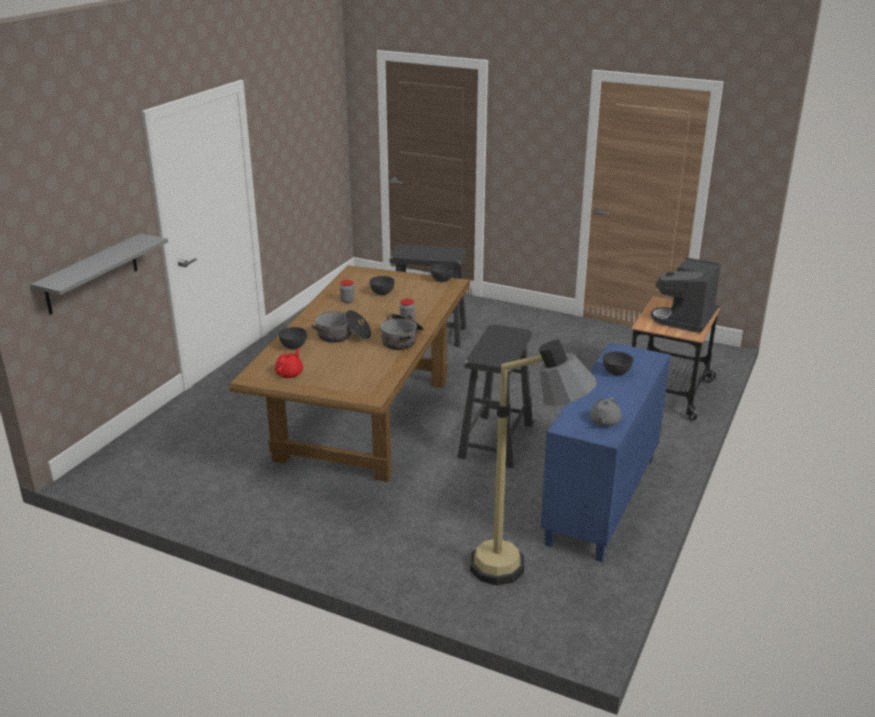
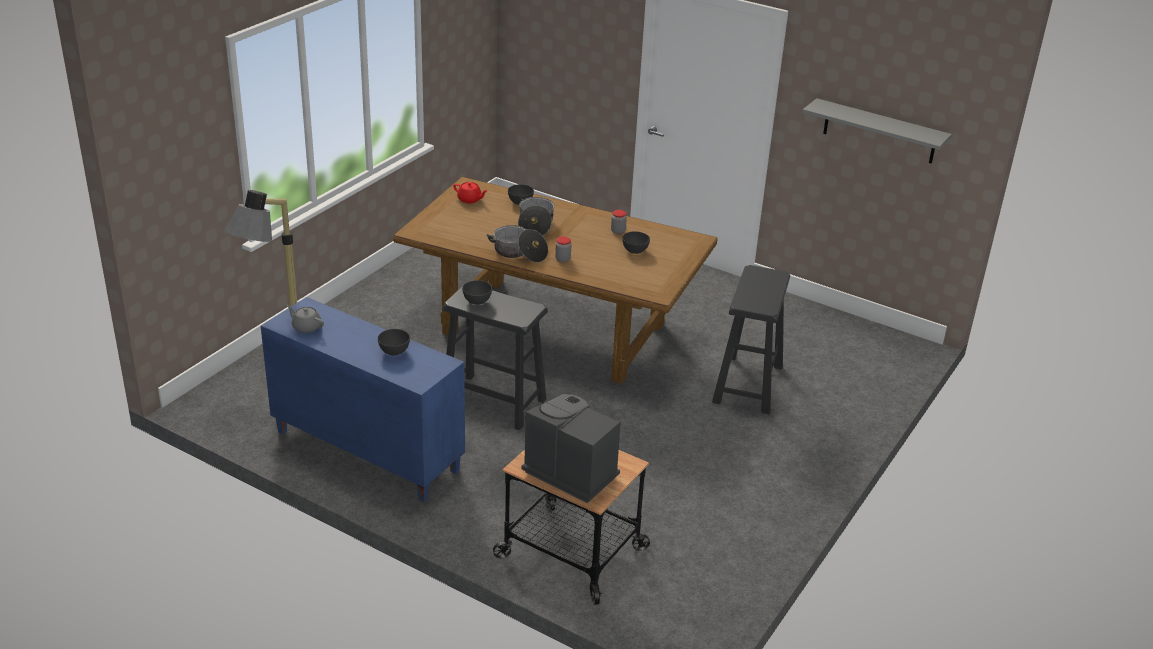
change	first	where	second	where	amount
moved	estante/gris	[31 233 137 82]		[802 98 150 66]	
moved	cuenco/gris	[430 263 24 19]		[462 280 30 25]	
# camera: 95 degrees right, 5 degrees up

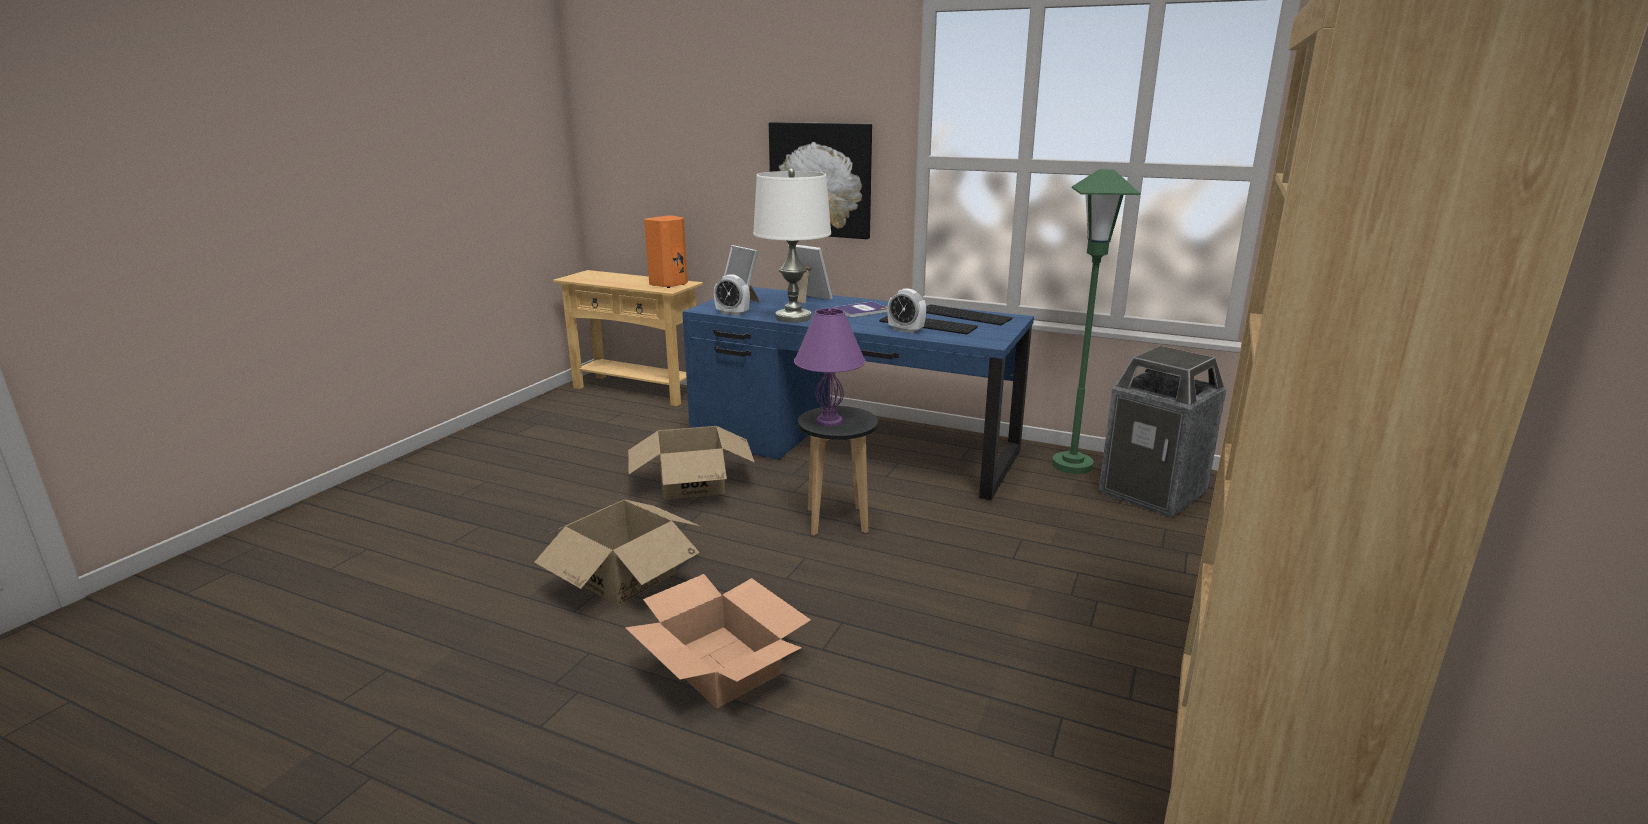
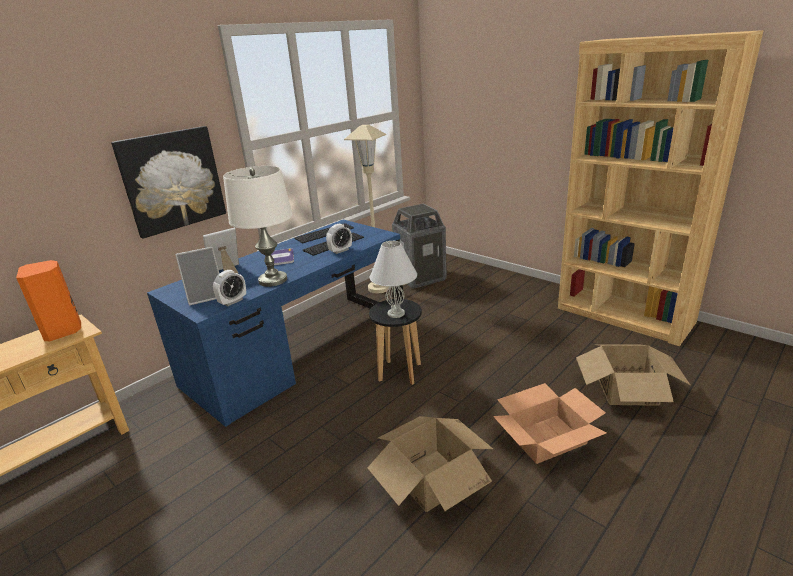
change	first	where	second	where	amount
recoloured	lámpara de pie/verde	[1052 169 88 305]	lámpara de pie/beis	[344 125 46 168]	
recoloured	lámpara de mesa/morado	[794 308 71 118]	lámpara de mesa/blanco	[370 241 47 77]	
moved	caja de cartón	[628 426 127 74]		[576 344 114 62]	
# camera: 70 degrees left, 5 degrees up

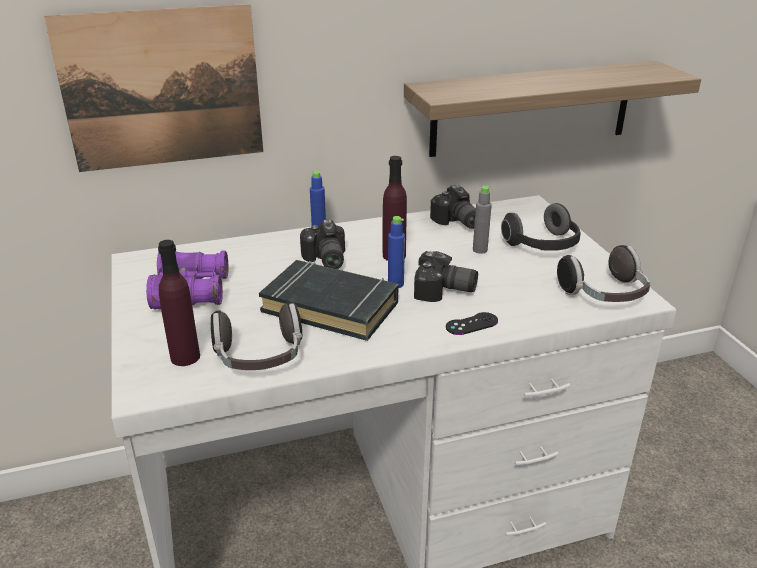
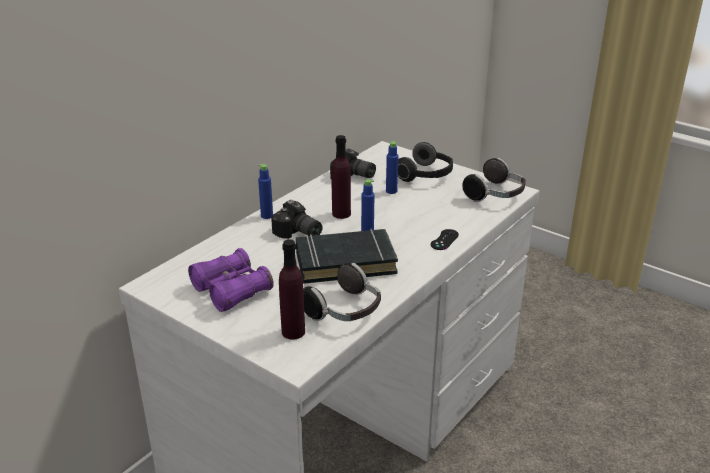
change	first	where	second	where	amount
removed	cuadro	[44 4 219 168]			
removed	estante	[404 61 297 96]			
recoloured	botella/gris	[473 185 19 69]	botella/azul	[386 141 13 53]	
removed	cámara	[414 251 64 51]			
# camera: 35 degrees left, 0 degrees up

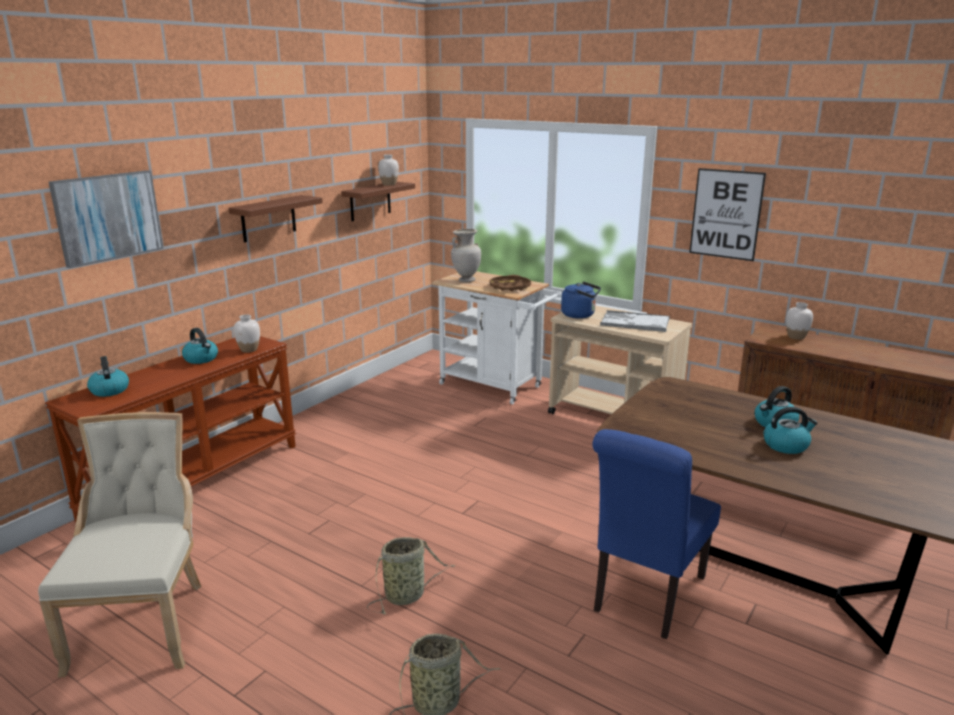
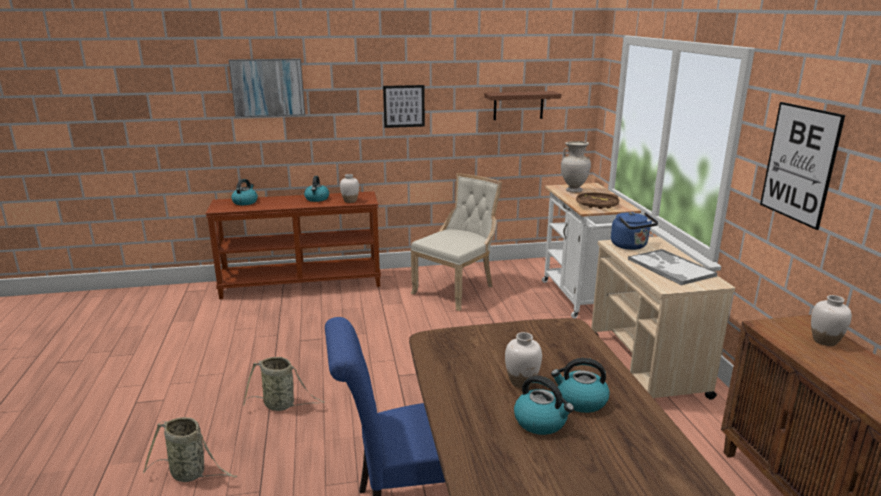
change	first	where	second	where	amount
moved	florero/blanco	[378 154 21 32]		[505 332 37 56]	
replaced	estante/marrón	[228 195 95 47]	cuadro	[383 85 42 43]	
moved	silla/beis	[38 412 163 266]		[411 173 91 138]	
# camera: 45 degrees right, 0 degrees up

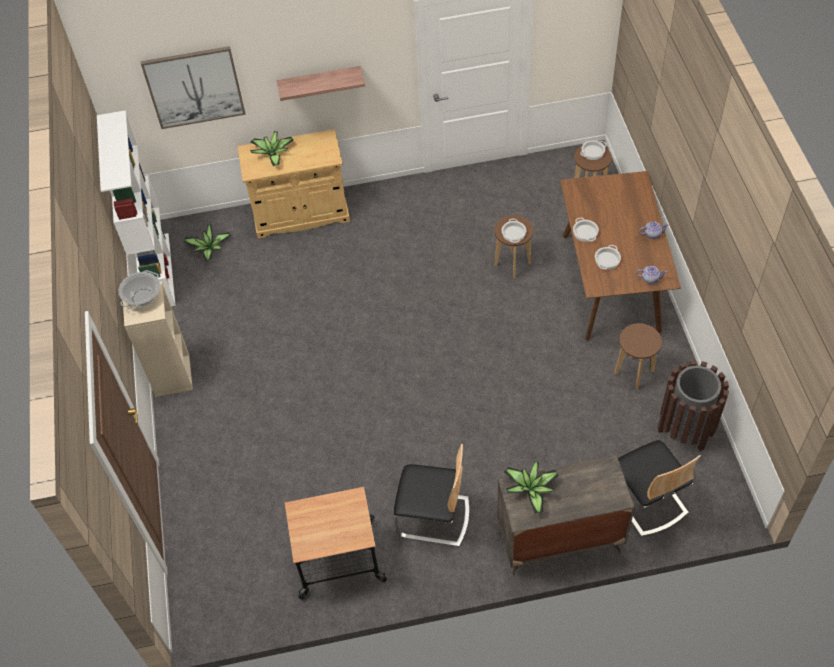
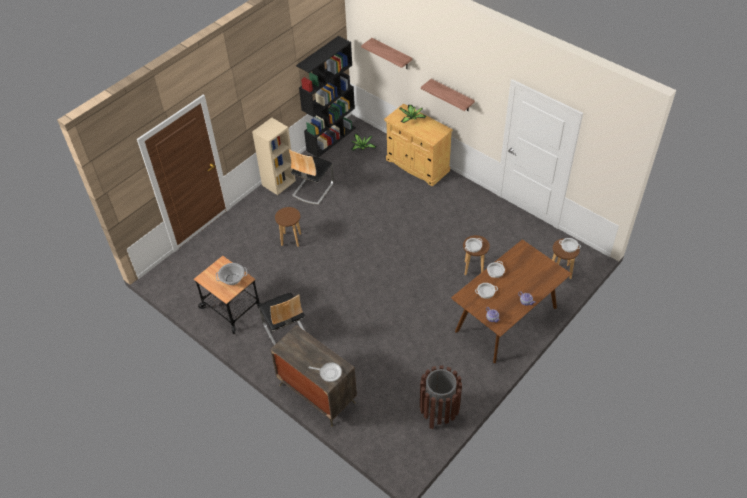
change	first	where	second	where	amount
replaced	cuadro	[141 46 104 83]	estante	[361 38 52 31]	
recoloured	estantería/blanco	[97 110 79 196]	estantería/negro	[296 36 60 122]	
moved	olla	[118 270 42 40]		[216 263 31 22]	
moved	taburete/marrón	[614 323 48 66]		[275 207 26 40]	
moved	silla	[618 440 83 97]		[288 149 46 56]	
removed	planta en maceta	[504 461 55 53]			
added			sartén	[308 362 34 20]	
# camera: 50 degrees right, 5 degrees down

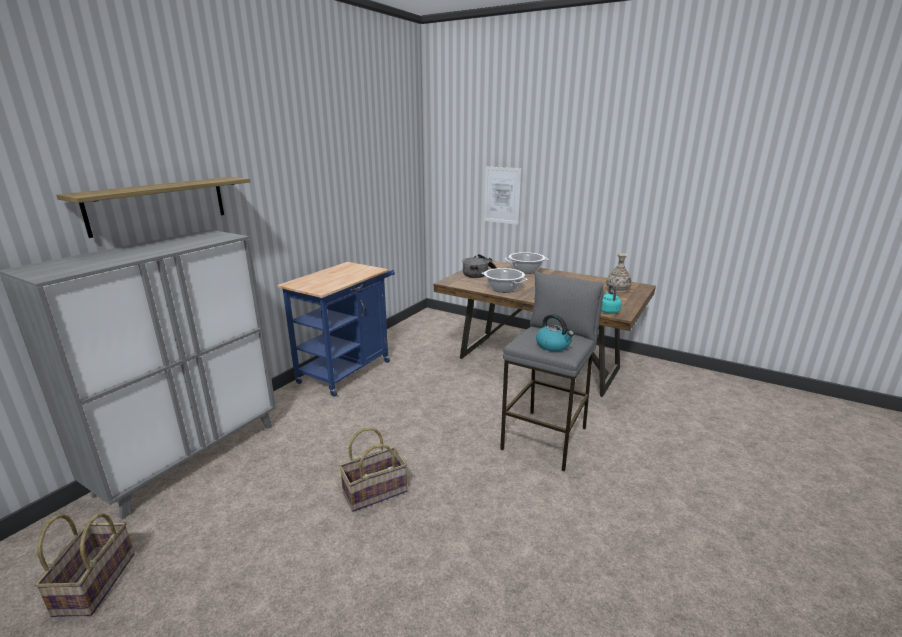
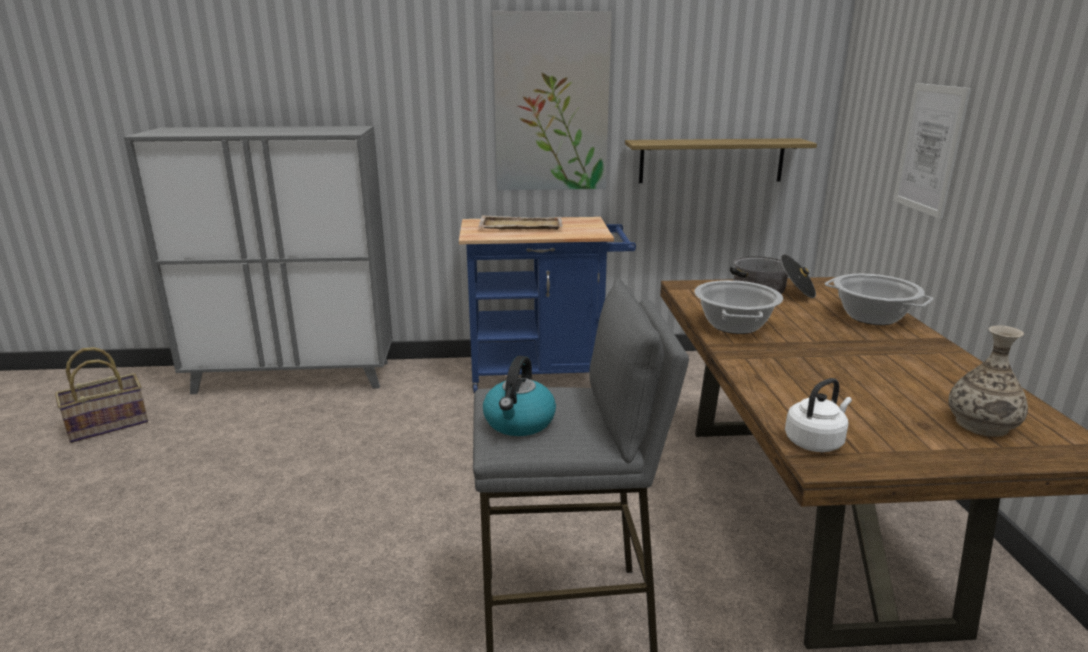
change	first	where	second	where	amount
moved	estante	[56 177 195 61]		[625 138 192 45]	
recoloured	hervidor/turquesa	[601 285 21 29]	hervidor/blanco	[785 378 67 74]	
removed	cesta	[339 427 68 85]			
added			cuadro	[493 11 119 179]	
added			bandeja/beis	[478 215 85 15]	
# camera: 55 degrees right, 0 degrees up

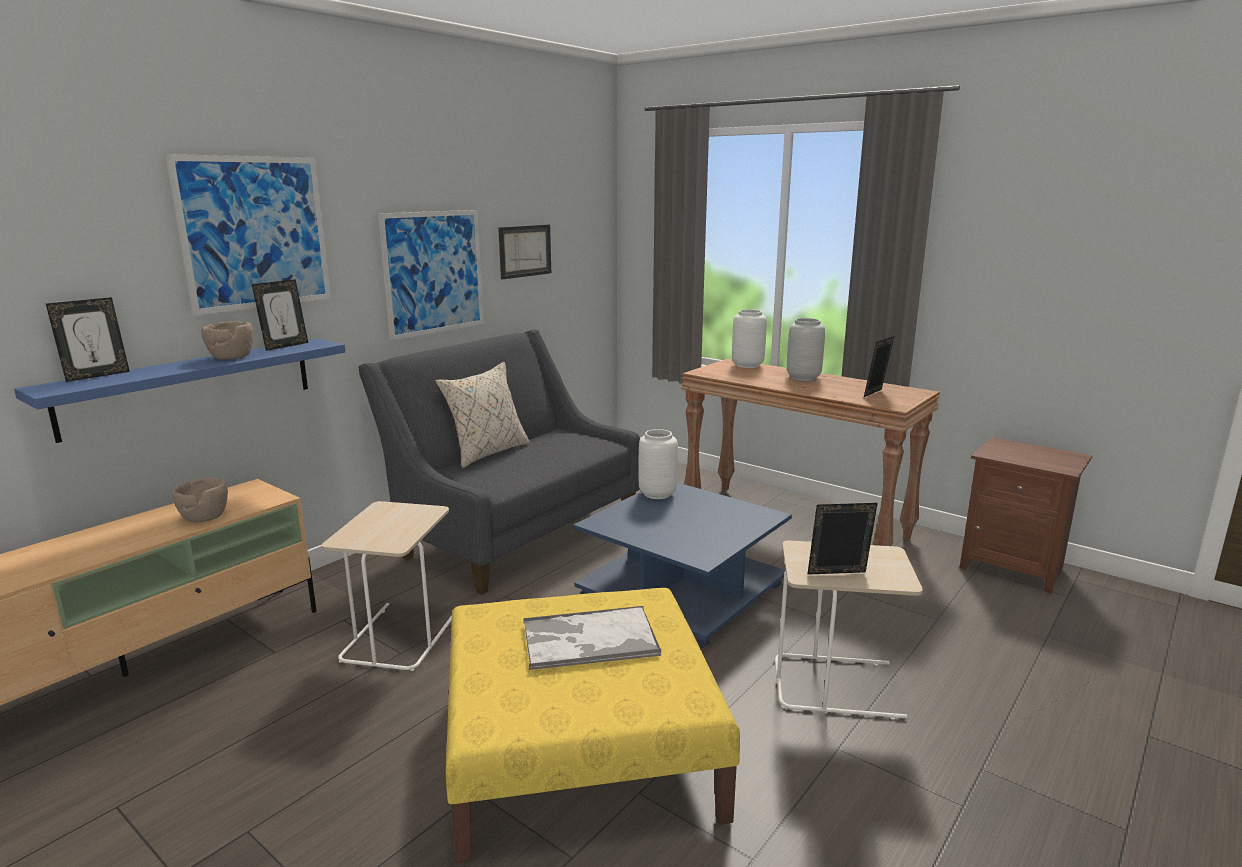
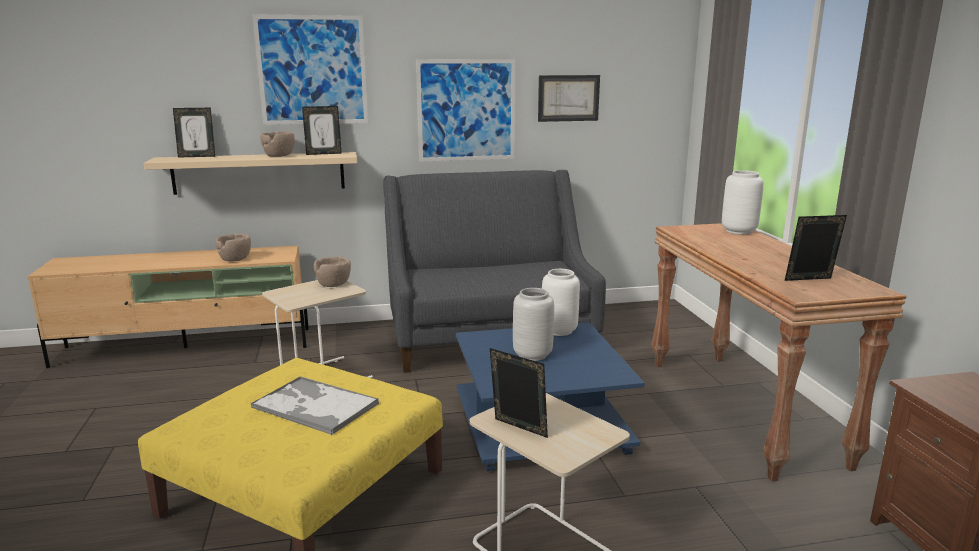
change	first	where	second	where	amount
moved	florero/gris	[787 318 38 63]		[513 288 41 73]	
recoloured	estante/azul	[14 339 331 104]	estante/beis	[143 152 214 43]	
removed	cojín/beis	[435 362 95 106]			
added			cuenco/marrón	[314 256 37 31]	
# camera: 40 degrees right, 0 degrees up

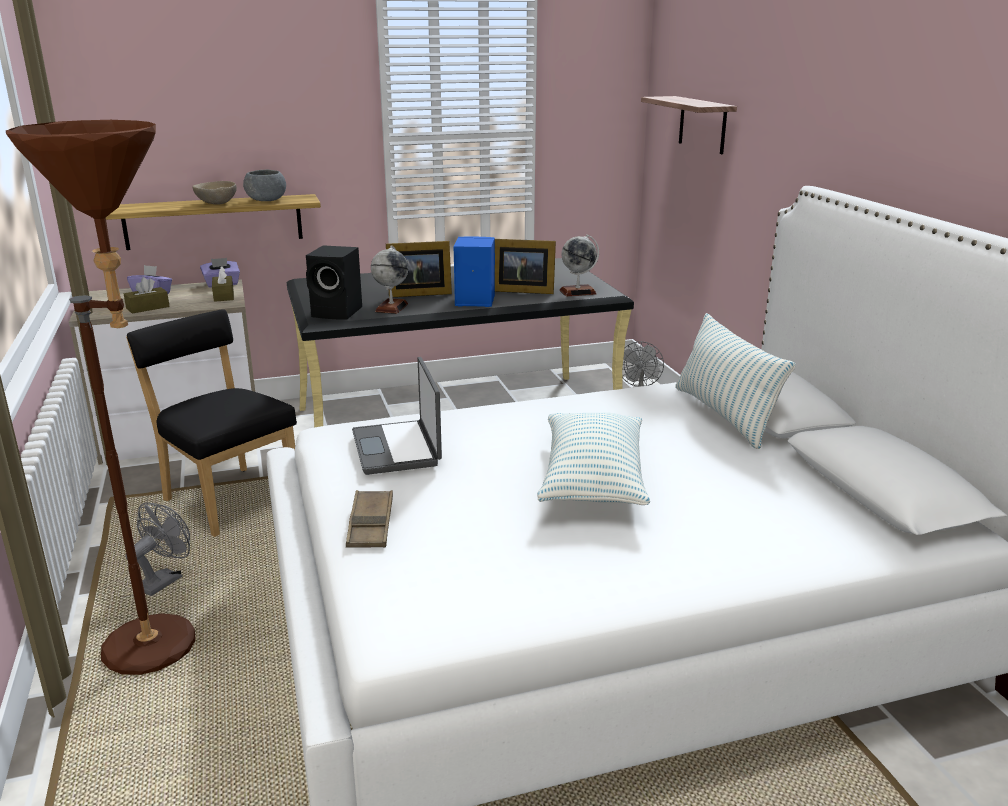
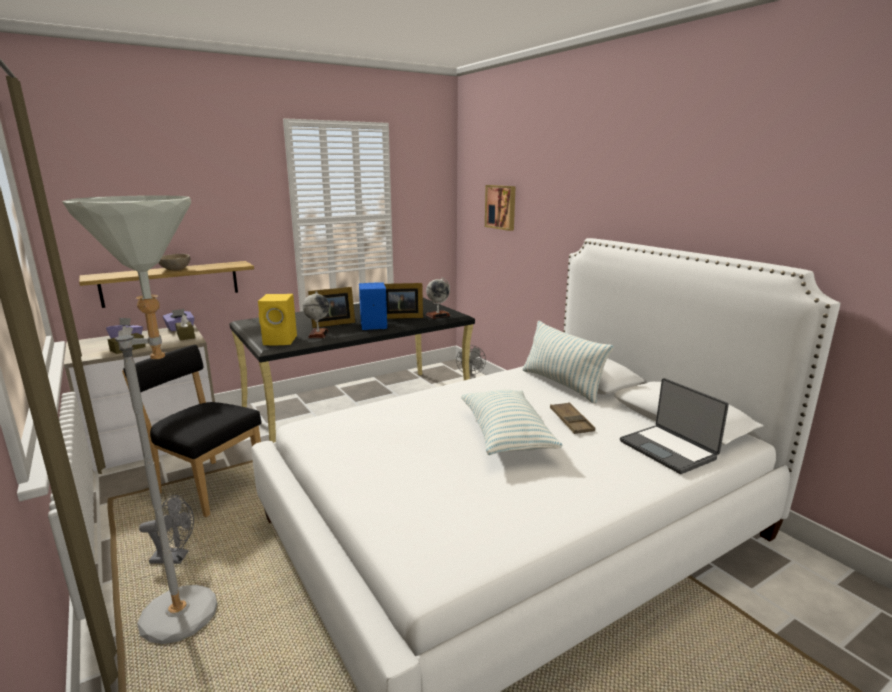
change	first	where	second	where	amount
replaced	estante	[641 96 96 58]	cuadro	[485 185 31 46]	
recoloured	lámpara de pie/marrón	[6 120 189 555]	lámpara de pie/gris	[62 195 155 449]	
removed	cuenco/gris	[243 170 43 31]			
recoloured	altavoz/negro	[306 245 56 74]	altavoz/amarillo	[258 294 39 51]	
moved	portátil	[352 357 90 118]		[620 378 109 96]	
moved	bandeja/marrón	[346 490 47 58]		[550 402 45 32]	
turned	ventilador/gris	[125 502 65 94]		[139 495 55 69]	75 degrees clockwise
# camera: 15 degrees left, 5 degrees down

